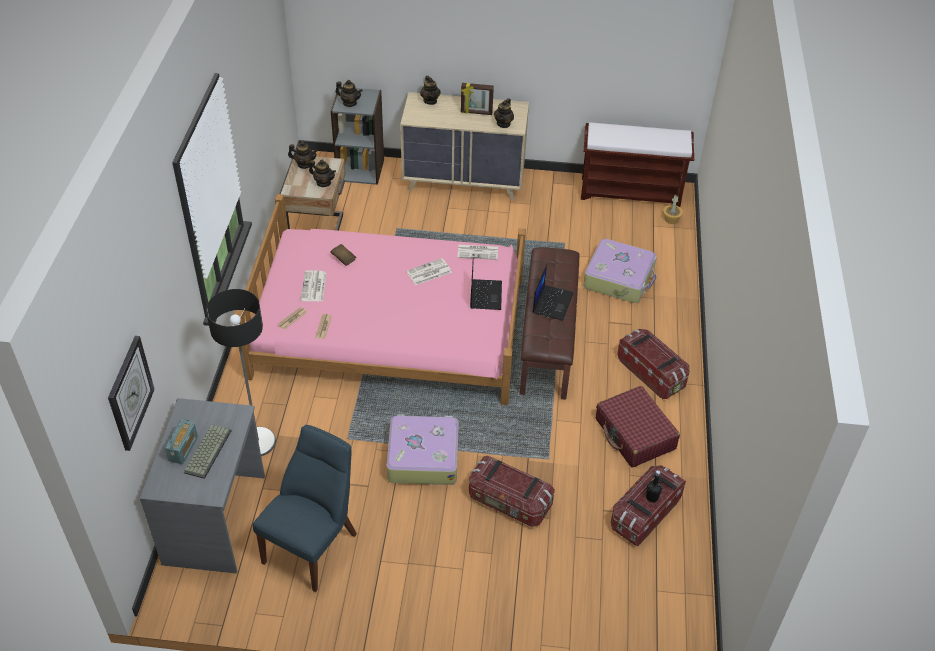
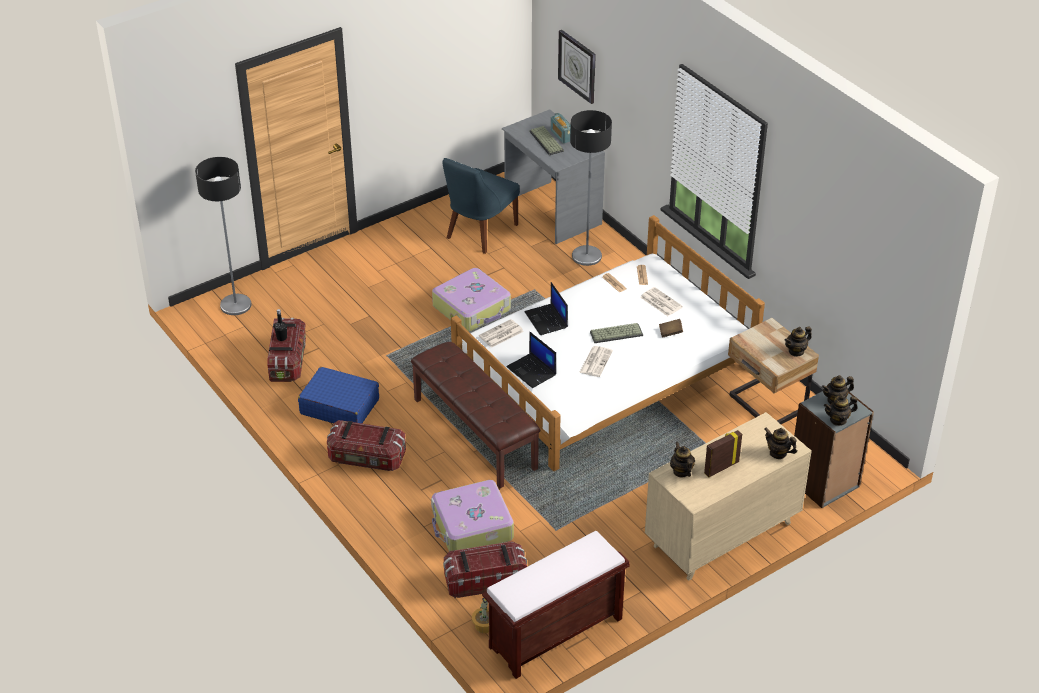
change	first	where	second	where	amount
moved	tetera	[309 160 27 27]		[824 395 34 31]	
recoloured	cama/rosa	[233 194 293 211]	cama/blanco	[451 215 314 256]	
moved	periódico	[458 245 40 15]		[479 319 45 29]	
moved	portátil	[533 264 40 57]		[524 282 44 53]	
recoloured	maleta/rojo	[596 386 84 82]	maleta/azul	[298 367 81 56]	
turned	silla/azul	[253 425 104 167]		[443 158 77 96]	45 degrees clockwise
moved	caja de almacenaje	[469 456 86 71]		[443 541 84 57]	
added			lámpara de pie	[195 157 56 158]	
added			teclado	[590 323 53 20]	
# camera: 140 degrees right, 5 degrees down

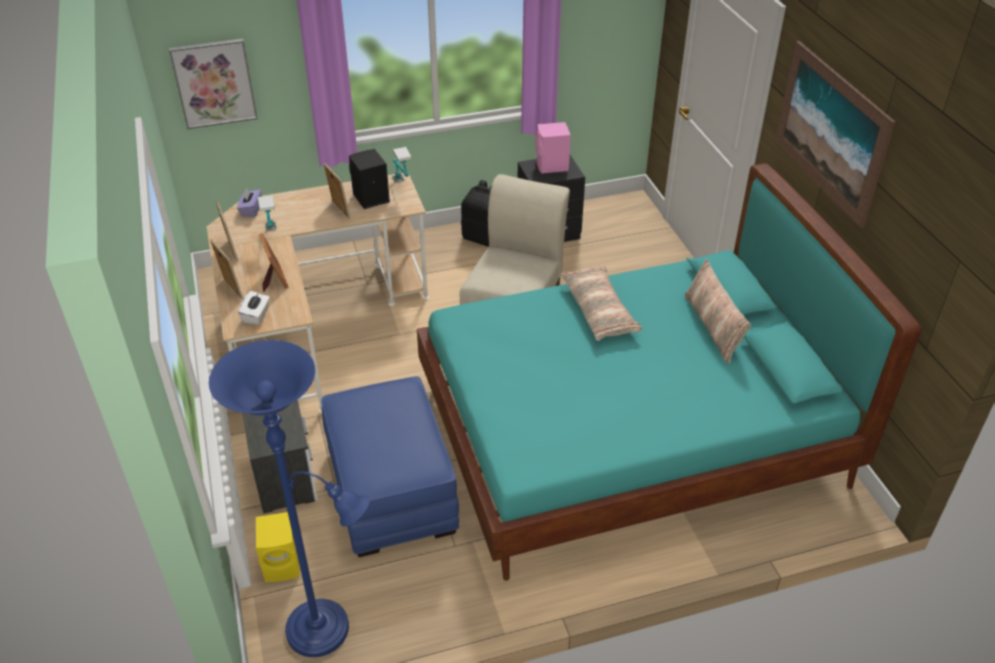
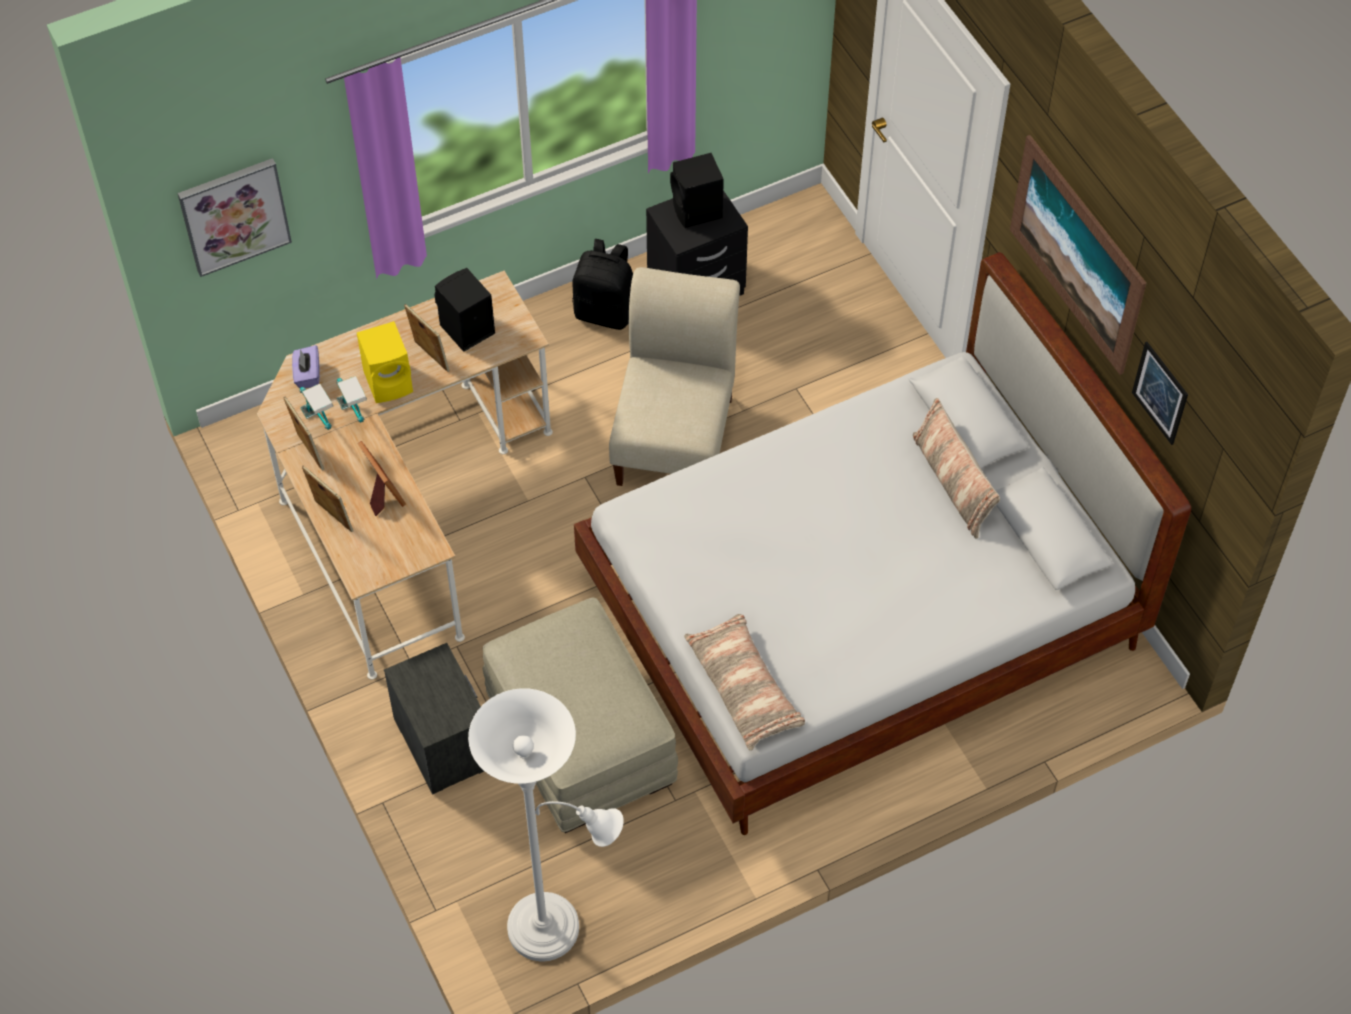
change	first	where	second	where	amount
recoloured	altavoz/rosa	[535 122 36 51]	altavoz/negro	[670 153 54 75]	
moved	lámpara de mesa	[392 147 20 36]		[299 384 34 46]	
recoloured	cama/turquesa	[417 163 504 418]	cama/blanco	[574 252 617 583]	
moved	cojín	[561 266 81 75]		[684 614 121 137]	
removed	caja de pañuelos/blanco	[238 291 32 34]			
recoloured	lámpara de pie/azul	[209 340 161 317]	lámpara de pie/blanco	[468 688 156 273]	
recoloured	puf/azul	[321 376 138 181]	puf/beis	[483 598 195 235]	
moved	altavoz/amarillo	[256 512 44 70]		[357 321 56 82]	
added			cuadro	[1132 342 56 103]	
# camera: 10 degrees left, 15 degrees up

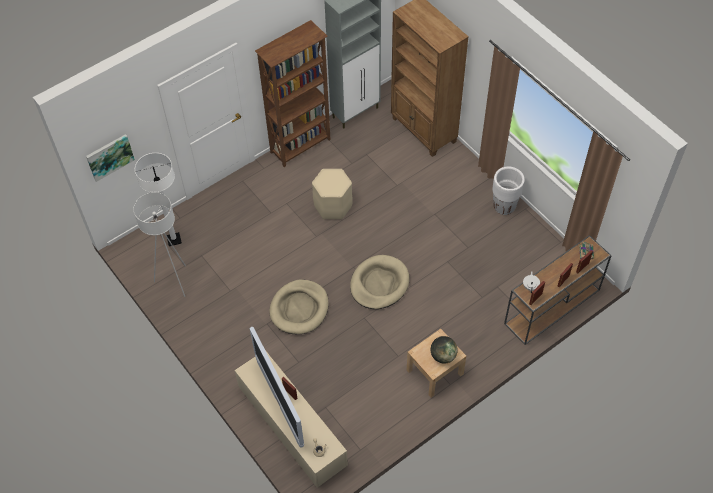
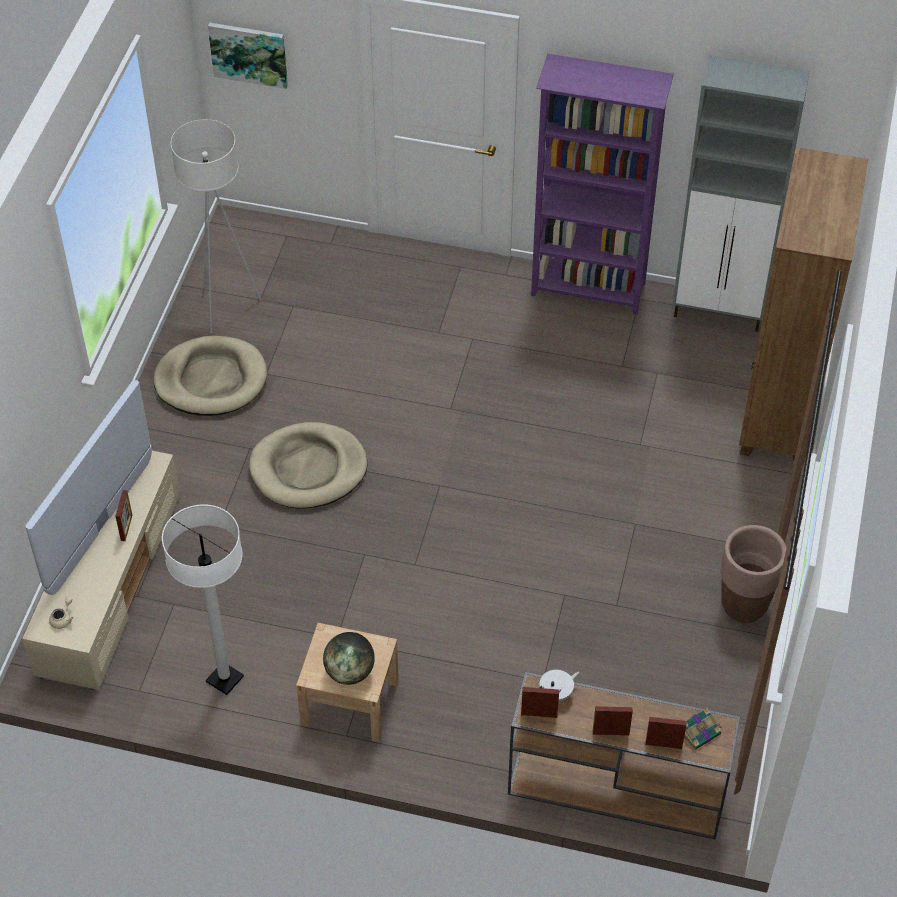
change	first	where	second	where	amount
recoloured	estantería/marrón	[255 20 76 147]	estantería/morado	[531 54 143 261]	
moved	lámpara de pie/blanco	[135 153 47 93]		[162 504 82 191]	
recoloured	maceta/blanco	[492 166 33 49]	maceta/marrón	[721 525 66 98]	
removed	taburete/beis	[312 169 41 50]			
moved	cama para perro/beis	[350 255 60 54]		[154 336 113 80]	
# camera: 50 degrees right, 5 degrees down

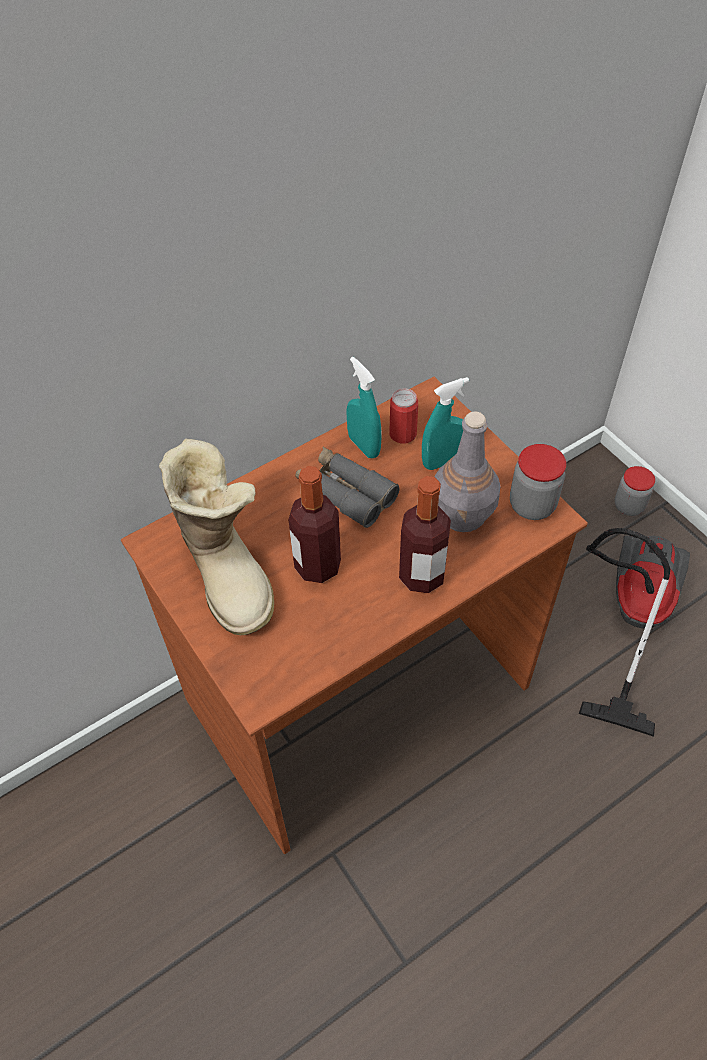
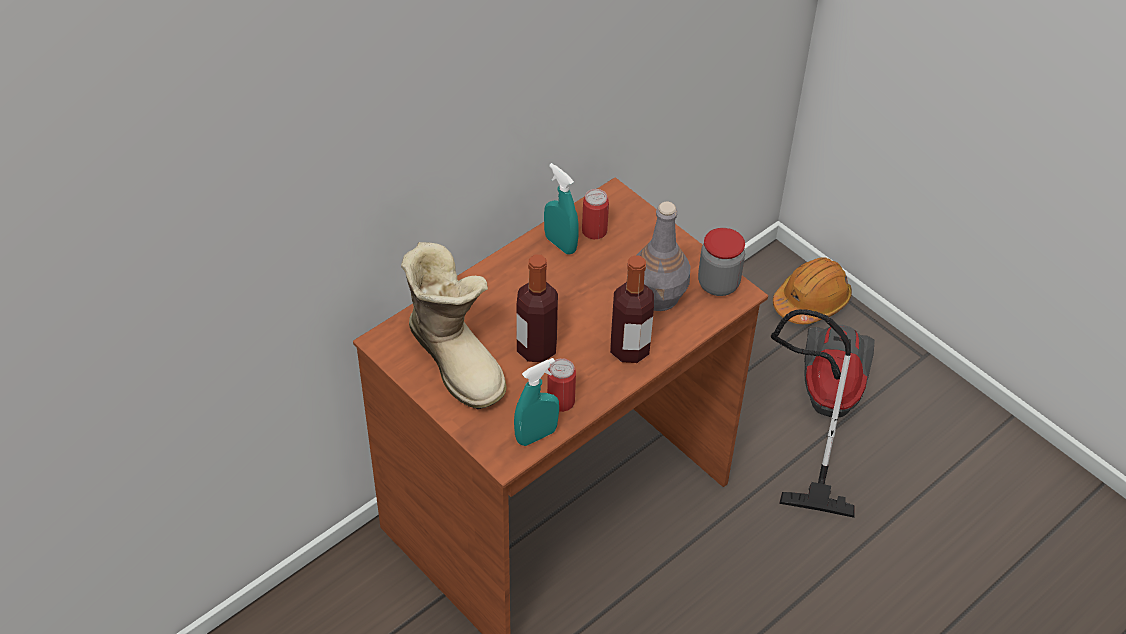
change	first	where	second	where	amount
moved	pulverizador/turquesa	[422 377 47 93]		[514 358 45 88]	
removed	prismáticos/gris	[296 447 103 81]			
replaced	tarro	[615 466 40 50]	casco/naranja	[773 258 79 66]	
added			lata	[547 358 29 54]	
# camera: 10 degrees left, 5 degrees down

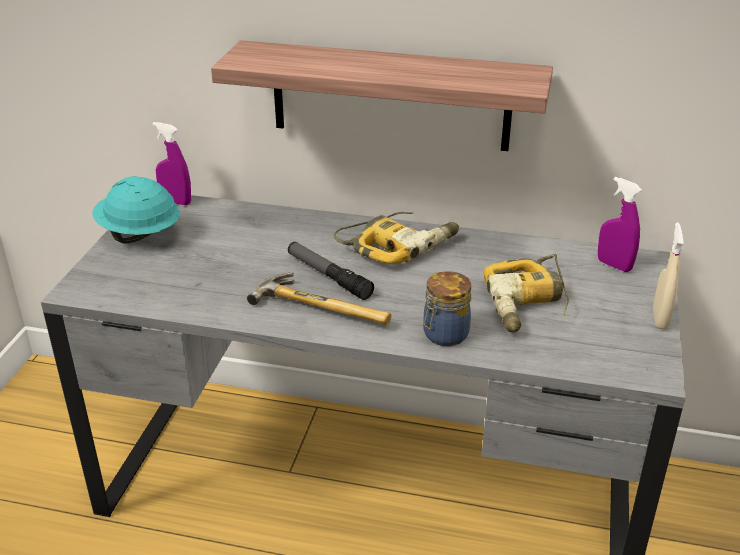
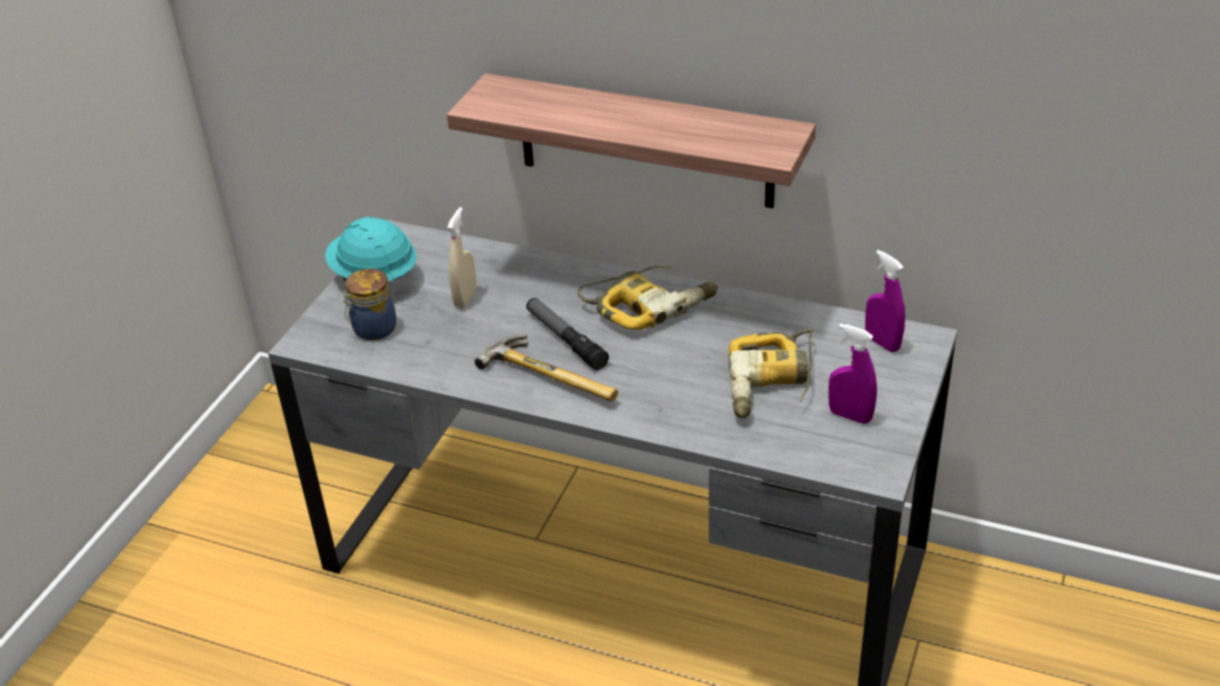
change	first	where	second	where	amount
moved	pulverizador/morado	[153 122 38 83]		[828 323 49 101]	
moved	pulverizador/beis	[653 222 31 107]		[447 207 29 101]	
moved	tarro	[423 271 48 75]		[342 269 54 71]	
# camera: 10 degrees right, 5 degrees up

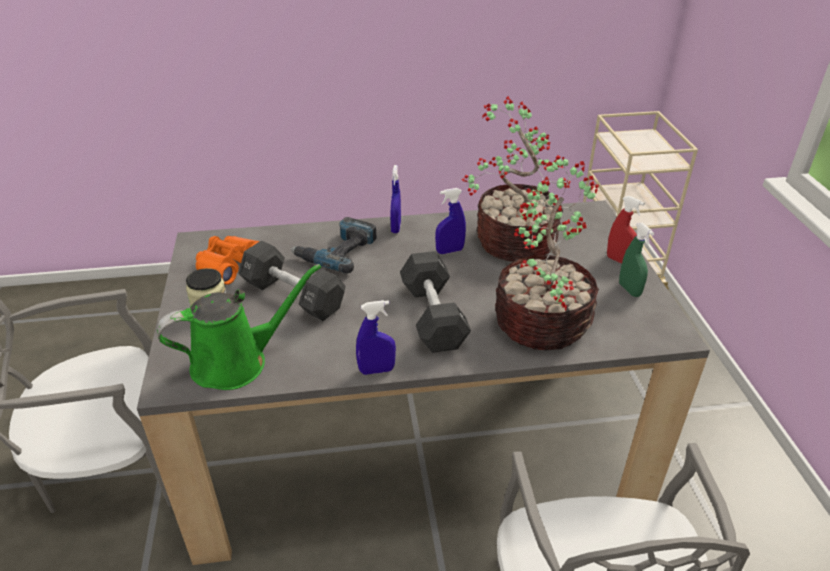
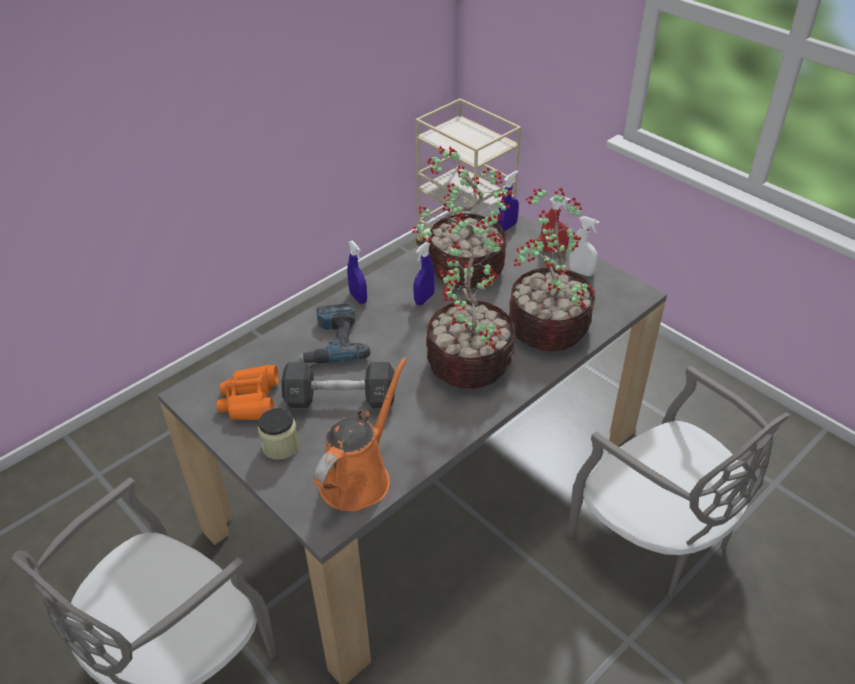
change	first	where	second	where	amount
recoloured	pulverizador/verde	[619 223 35 74]	pulverizador/blanco	[569 216 31 60]	
replaced	mancuerna/negro	[400 251 71 102]	planta en maceta	[426 217 89 172]	
recoloured	regadera/verde	[157 264 164 126]	regadera/naranja	[313 357 94 154]	
moved	pulverizador/azul	[356 300 40 75]		[498 170 21 61]	
# camera: 35 degrees left, 5 degrees up

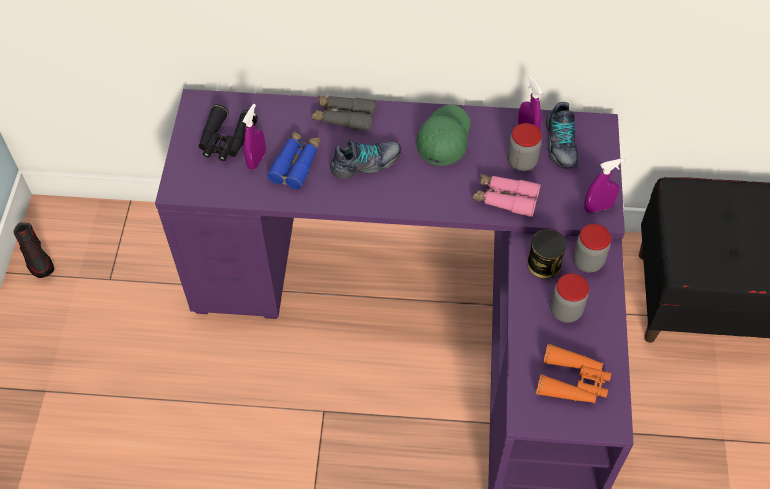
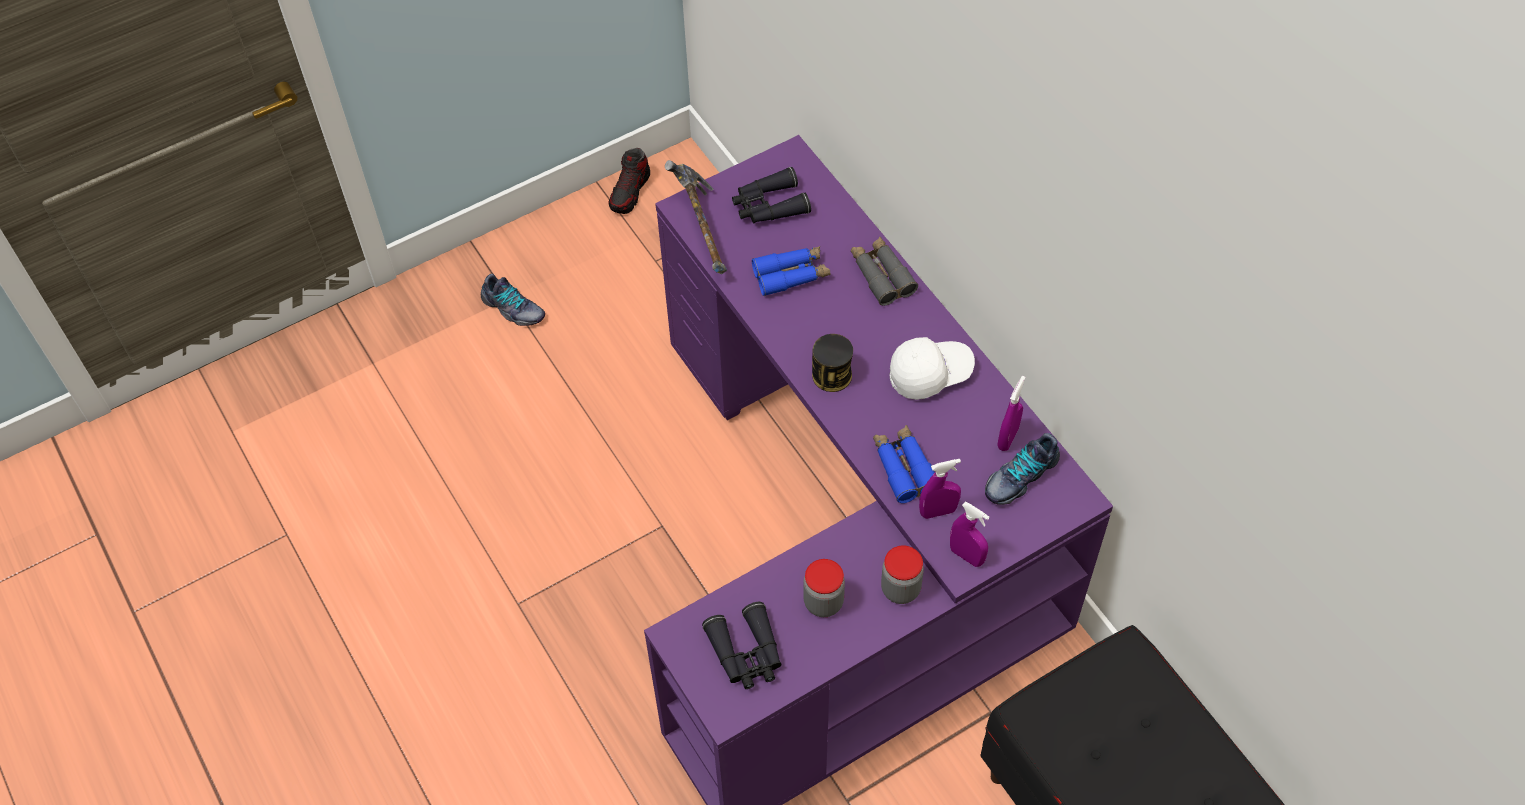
change	first	where	second	where	amount
moved	pulverizador/morado	[243 104 23 66]		[919 459 42 60]	
recoloured	gorra/verde	[416 105 54 61]	gorra/blanco	[889 337 86 63]	
removed	tarro	[508 123 34 48]			
moved	zapato	[330 140 71 39]		[481 273 64 53]	
recoloured	prismáticos/rosa	[473 174 68 43]	prismáticos/azul	[873 425 62 78]	
moved	lata	[527 229 40 50]		[812 334 41 58]	
recoloured	prismáticos/naranja	[536 344 75 60]	prismáticos/negro	[702 602 80 87]	
added			martillo	[665 160 62 114]	
# camera: 55 degrees right, 0 degrees up

